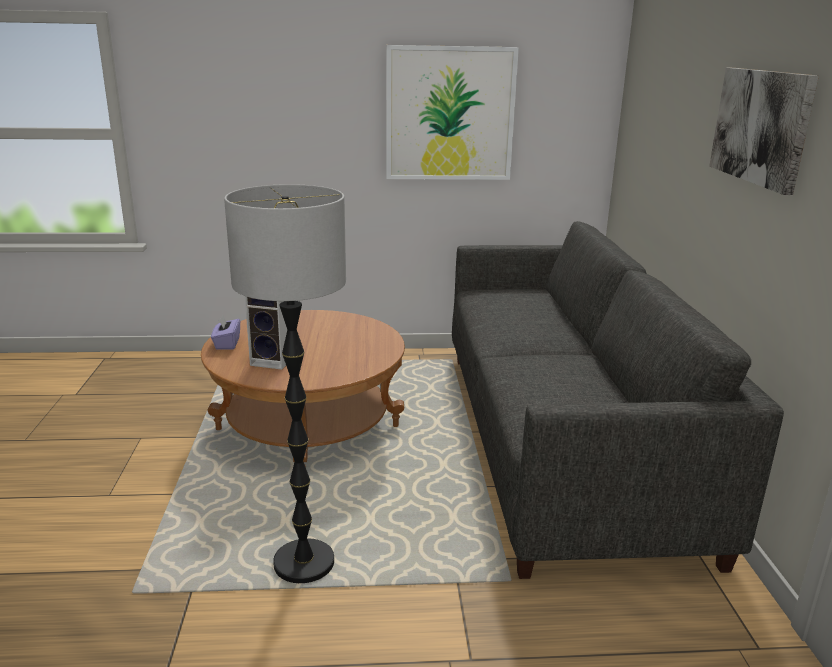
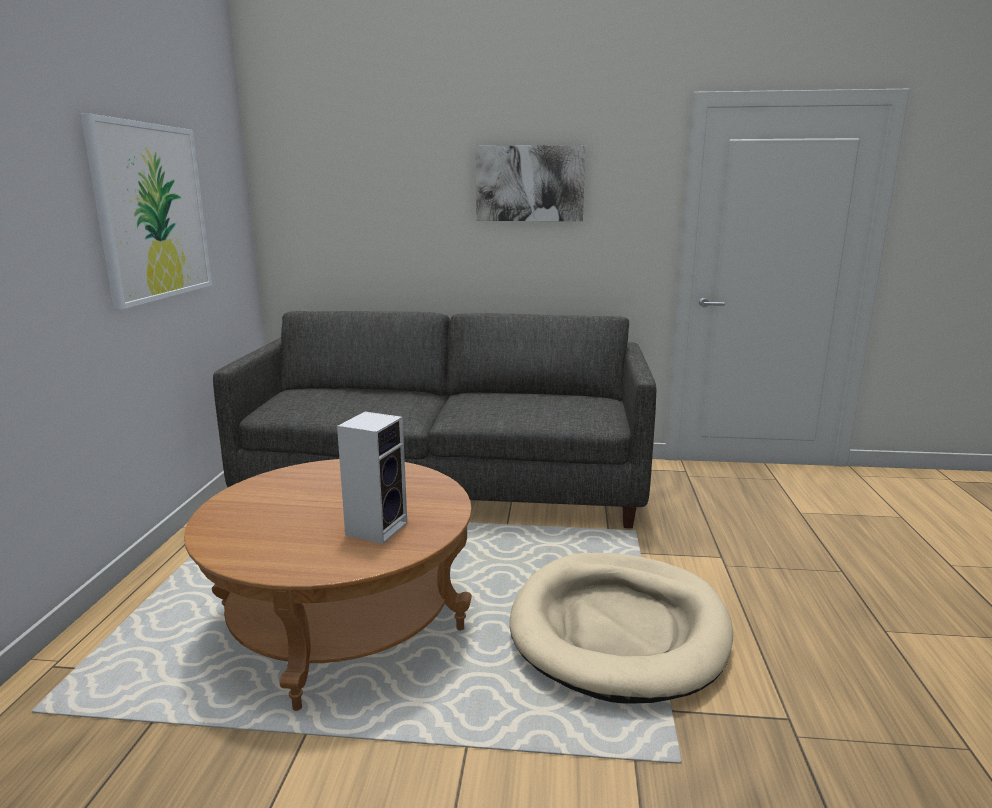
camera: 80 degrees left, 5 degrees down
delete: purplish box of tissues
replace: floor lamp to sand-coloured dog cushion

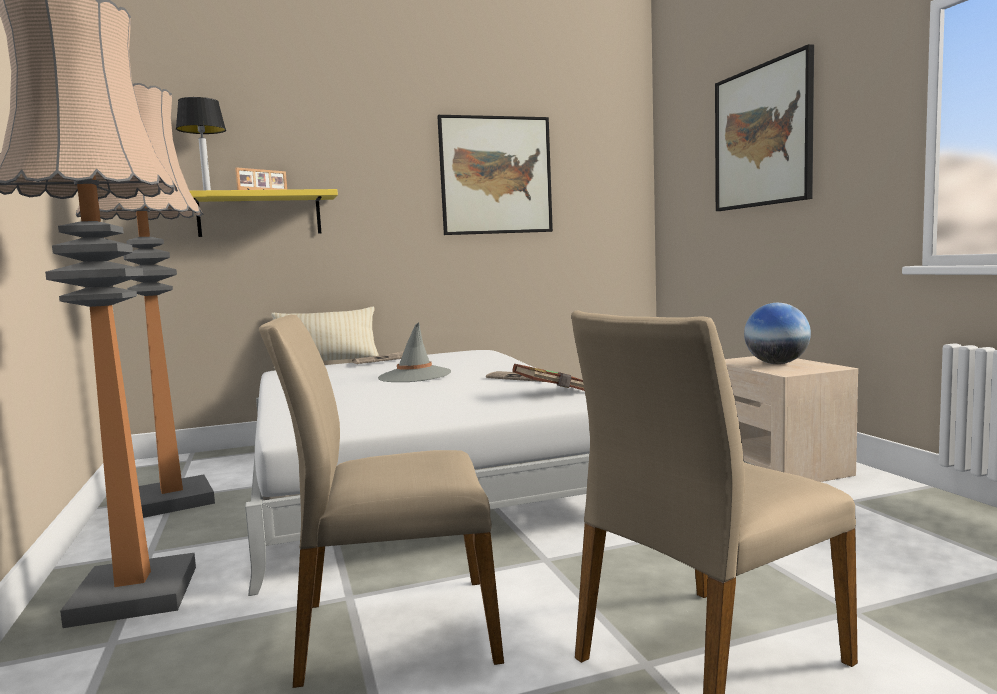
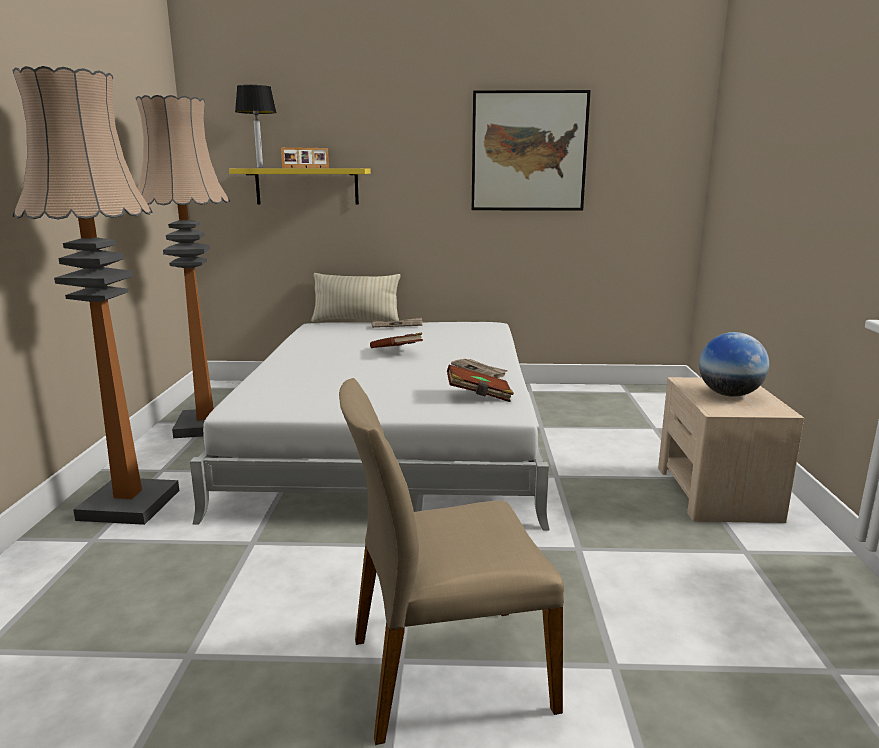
camera: 20 degrees right, 10 degrees up
delete: wall picture (2nd from left); sand-coloured chair (1st from left)
replace: greyish hat to brown bound book (1st from left)

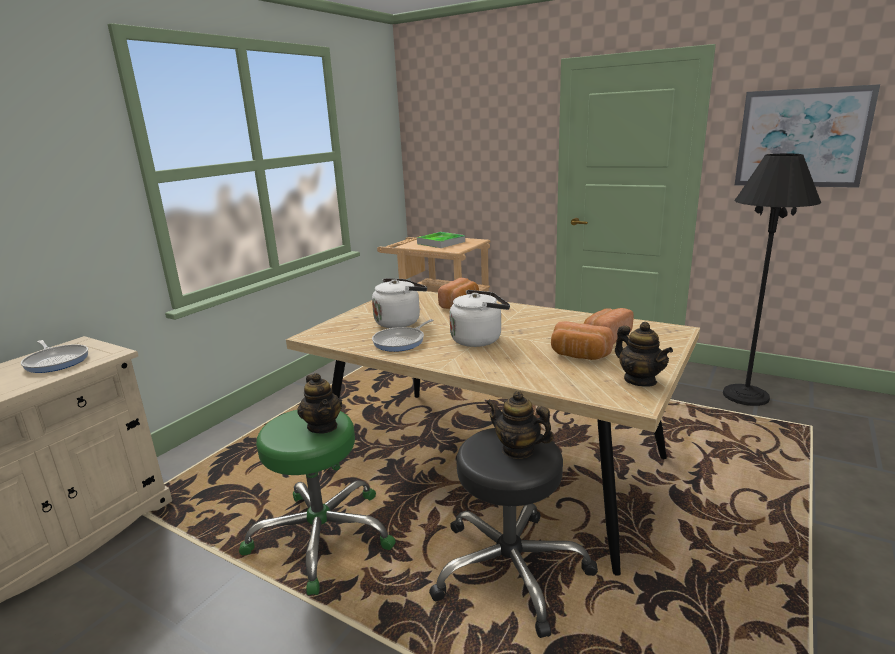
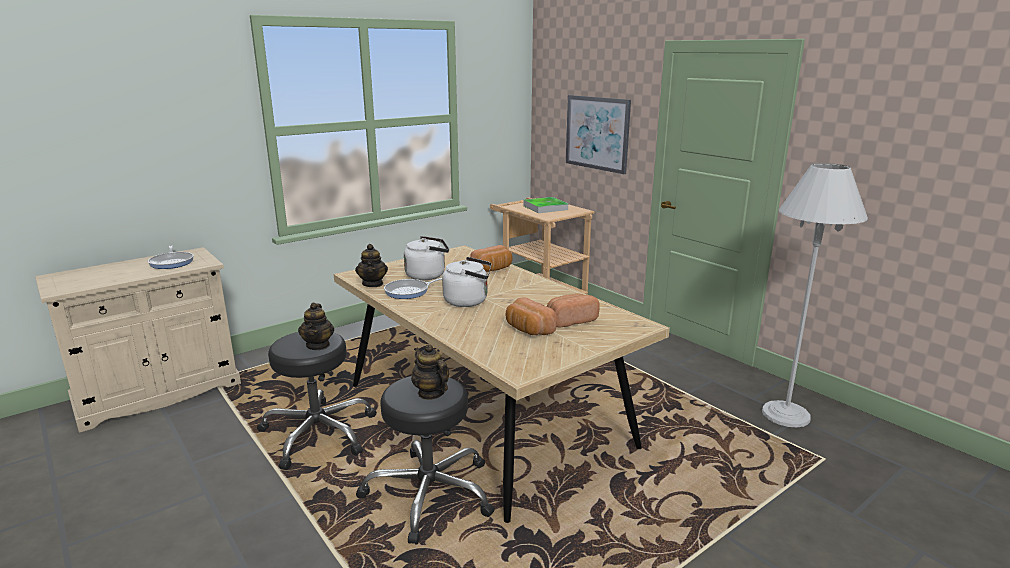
camera: 20 degrees right, 0 degrees up
move: wall picture; pot for tea (3rd from left in the first image) to pot for tea (2nd from left)
recolor: blackish floor lamp to white floor lamp; green sitting stool to blackish sitting stool (1st from left)

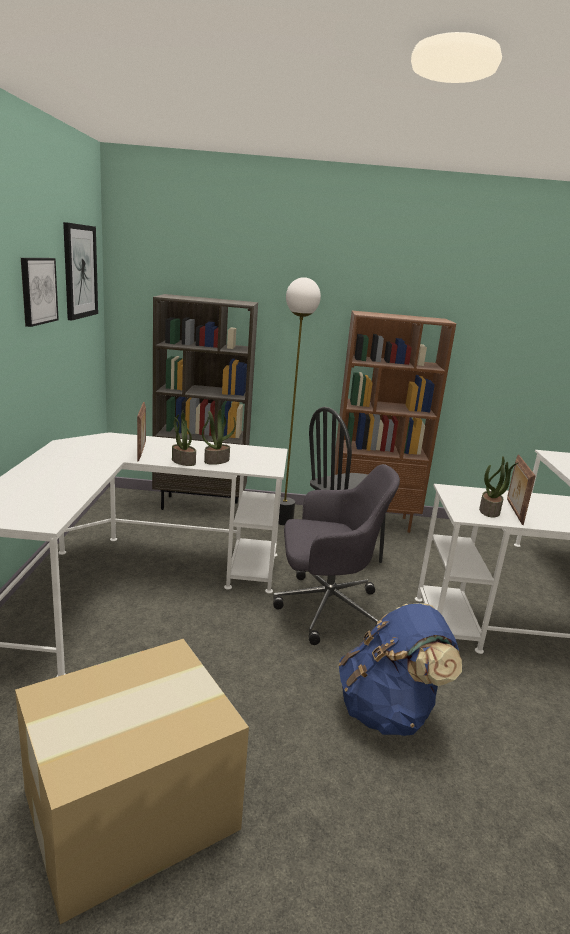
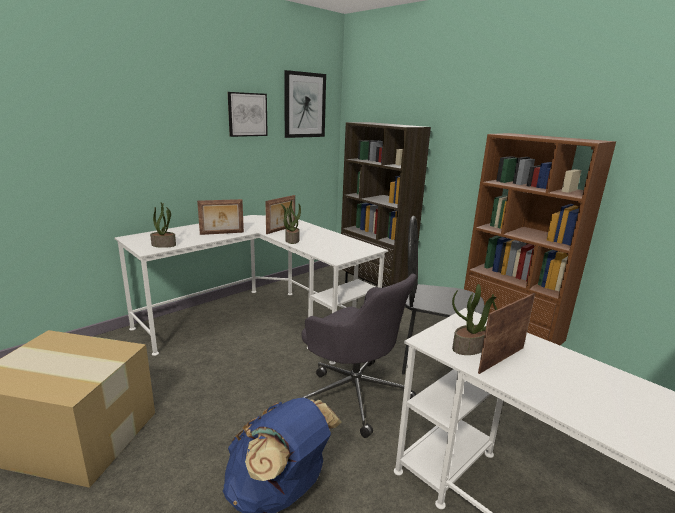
camera: 45 degrees right, 0 degrees up
delete: floor lamp
insert: standing frame (1st from left)
move: potted plant (2nd from left in the first image) to potted plant (1st from left)

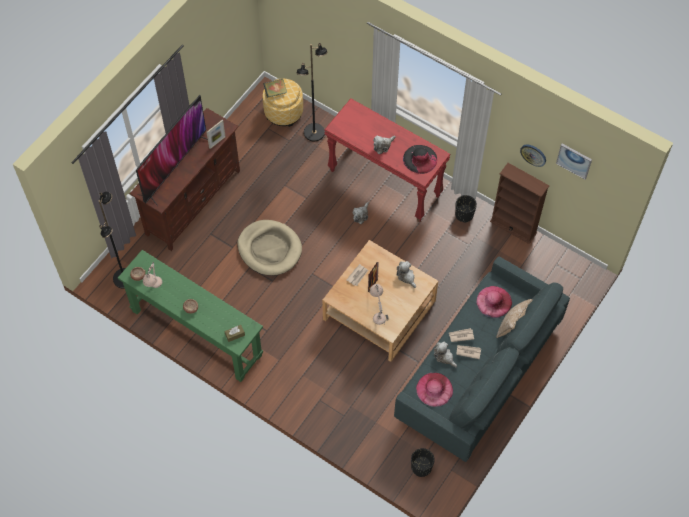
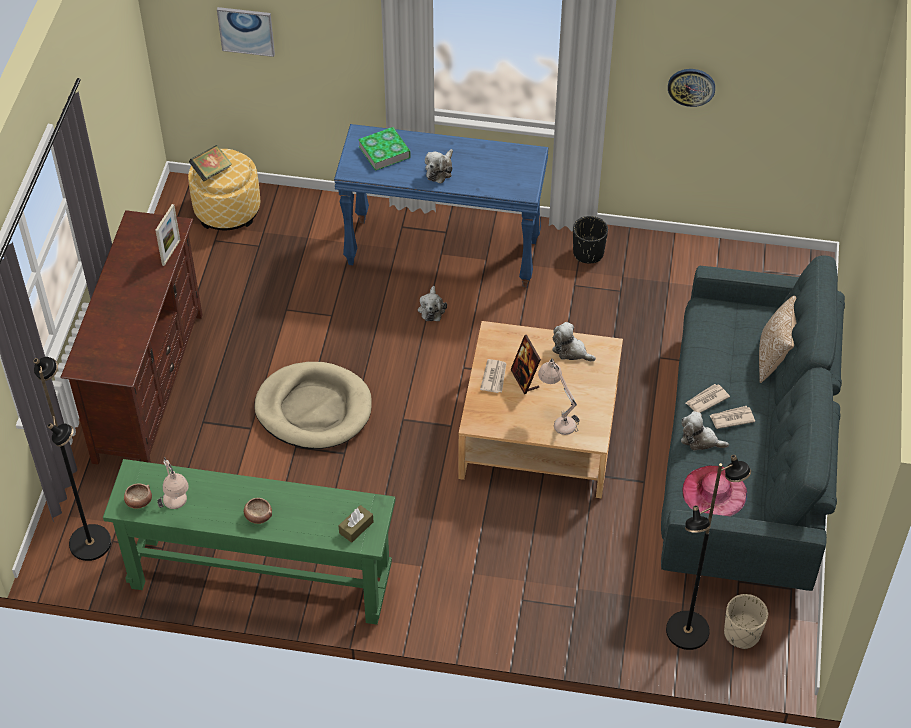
camera: 25 degrees left, 10 degrees down
delete: TV set; blackish hat; brown bookcase; pink-coloured hat (2nd from left)
insert: bound book (2nd from left)
move: blackish floor lamp (2nd from left); wall picture
recolor: red hall table to blue-coloured hall table; blackish plant pot (1st from left) to sand-coloured plant pot

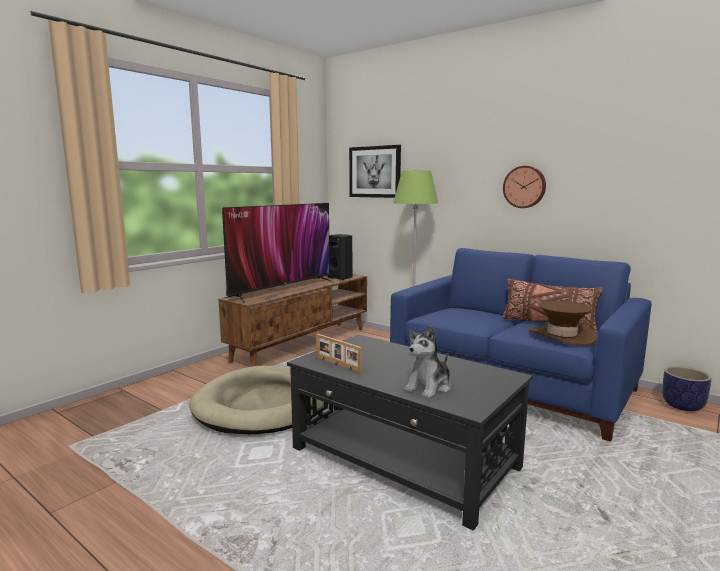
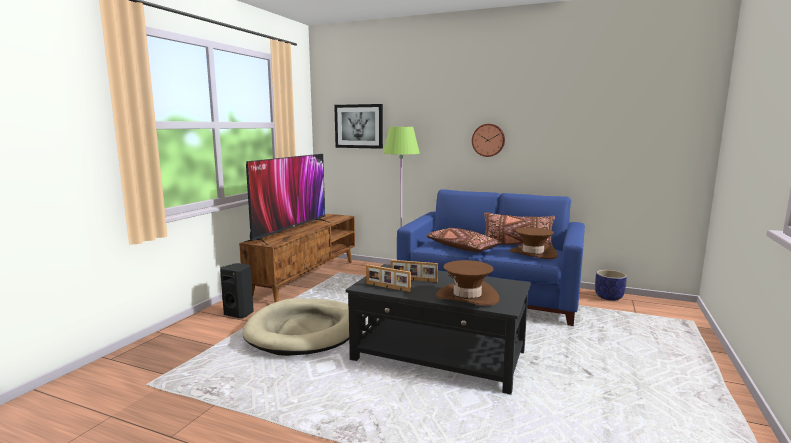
camera: 15 degrees left, 0 degrees up
insert: brown cushion (1st from left); standing frame (2nd from left)
move: blackish audio speaker
replace: cuddly toy to brown hat (1st from left)

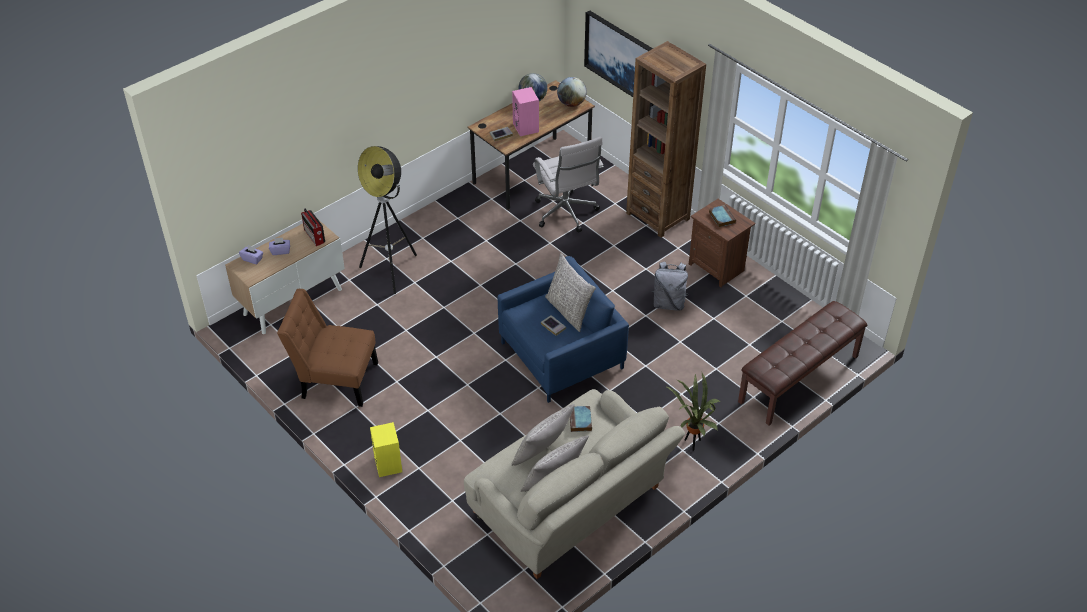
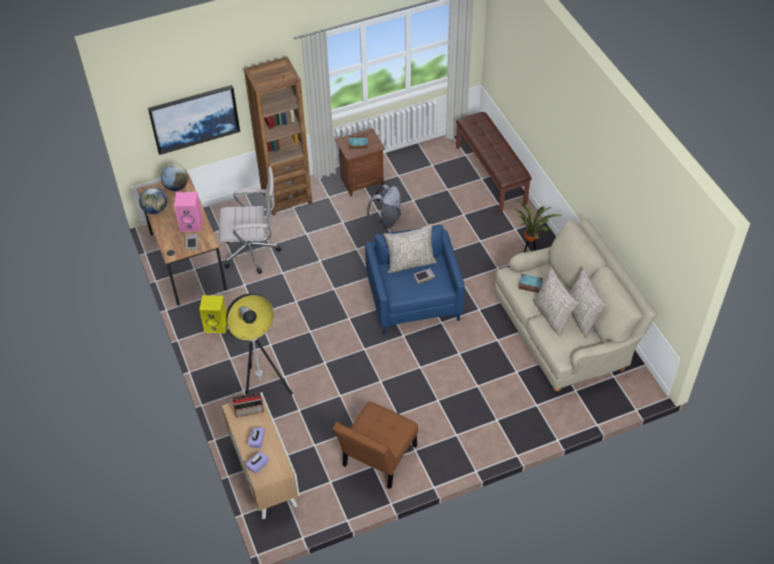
camera: 70 degrees left, 5 degrees up
move: yellow-coloured audio speaker

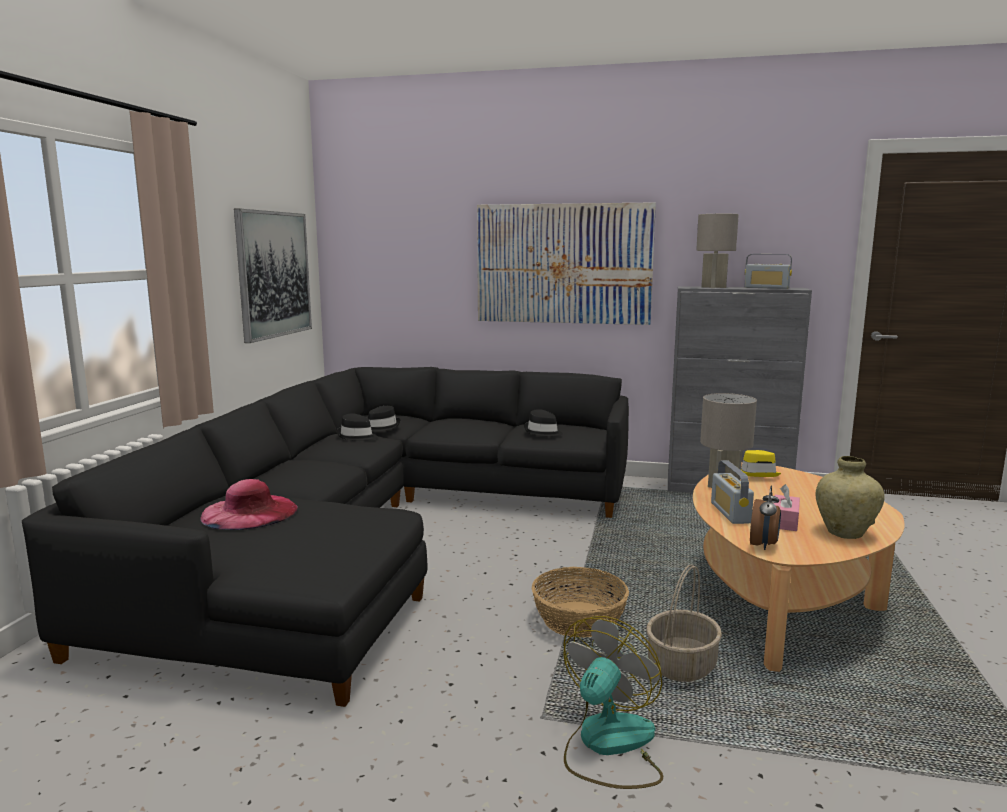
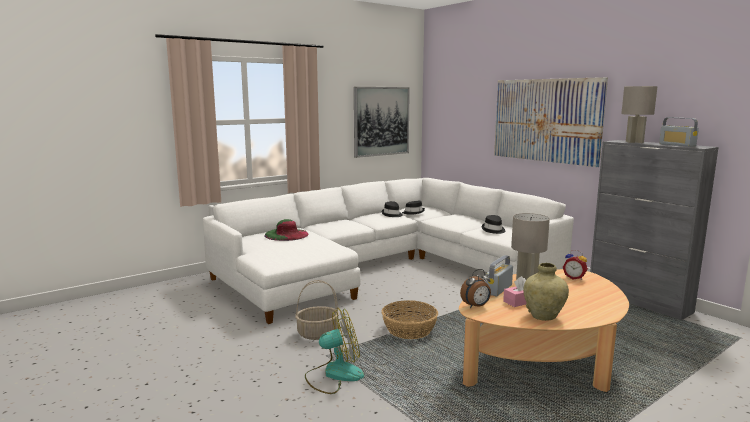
camera: 40 degrees right, 0 degrees up
move: storage basket (2nd from left in the first image) to storage basket (1st from left)
replace: yellow-coloured hat to table clock (2nd from left)
recolor: blackish couch to white couch; pink-coloured hat to green hat

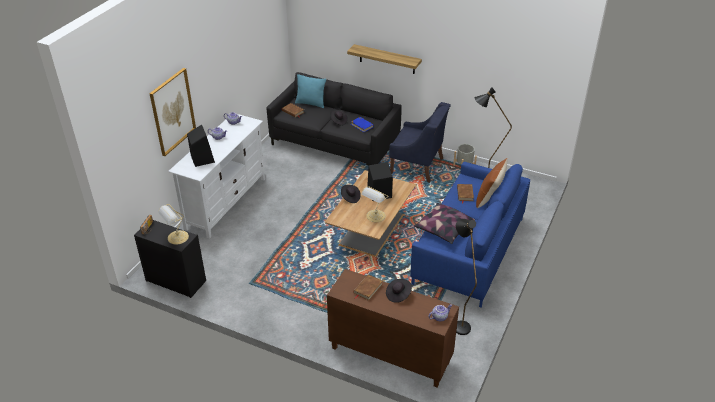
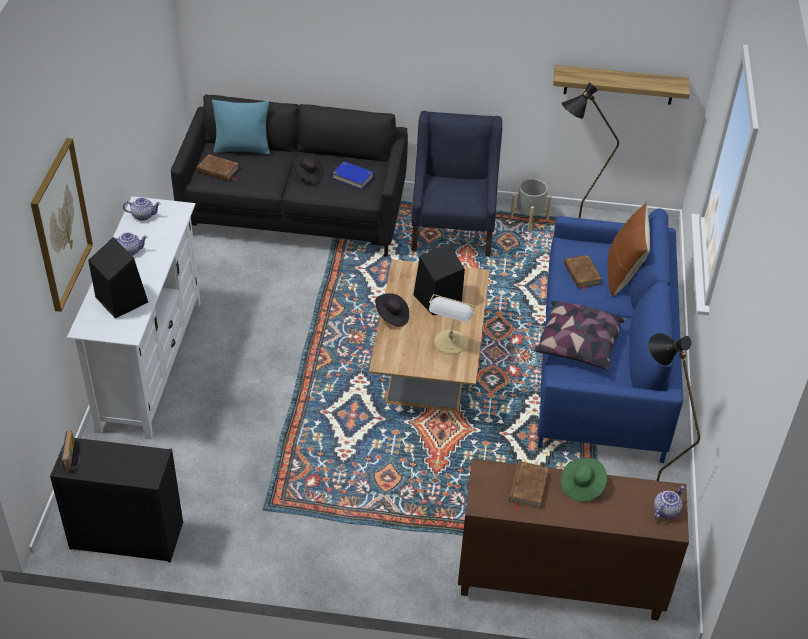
camera: 20 degrees left, 5 degrees up
delete: table lamp (1st from left)
move: shelf
recolor: blackish hat (3rd from left) to green hat
rotate: blue-coloured lounge chair 90 degrees counterclockwise

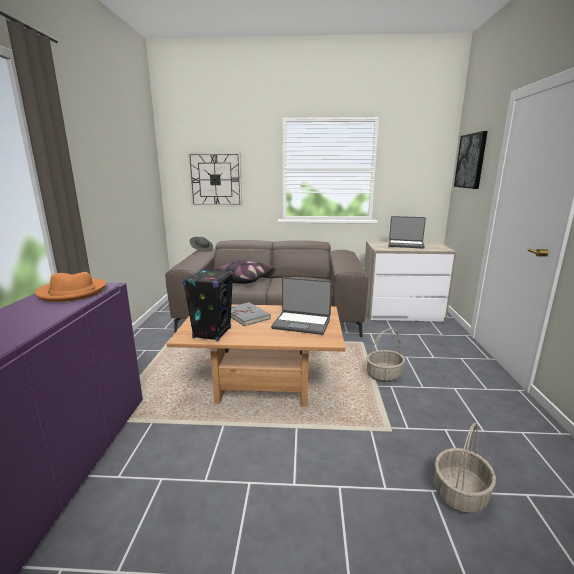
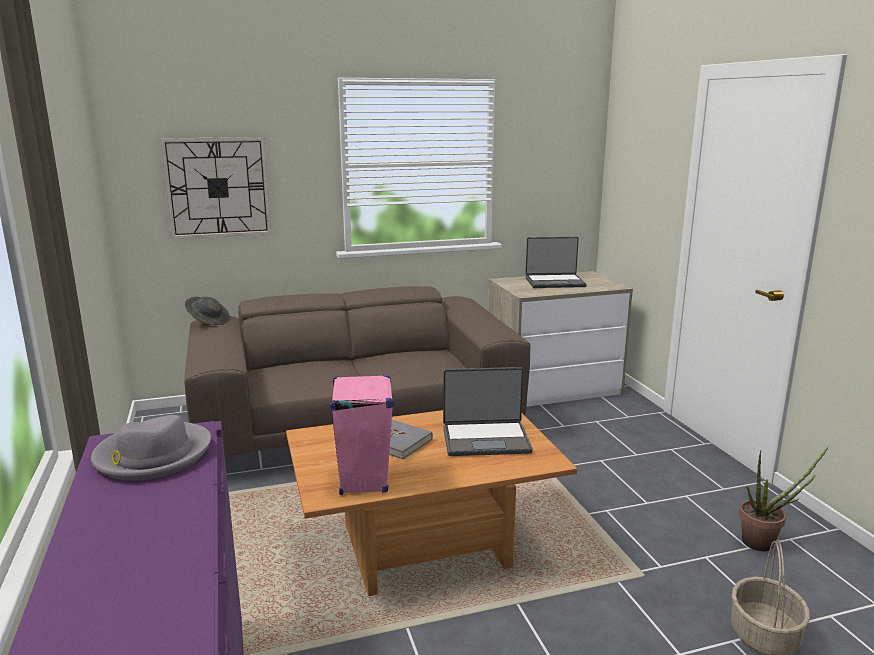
camera: 20 degrees left, 0 degrees up
delete: wall picture; cushion; storage basket (1st from left)
insert: potted plant
recolor: blackish audio speaker to pink-coloured audio speaker; orange hat to greyish hat (1st from left)

